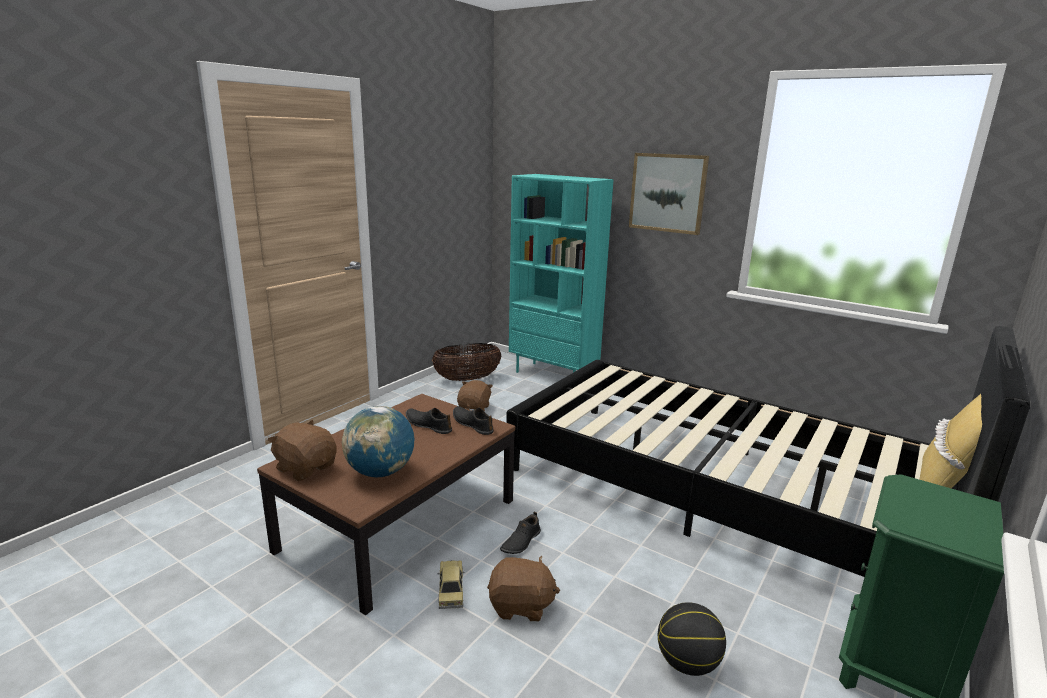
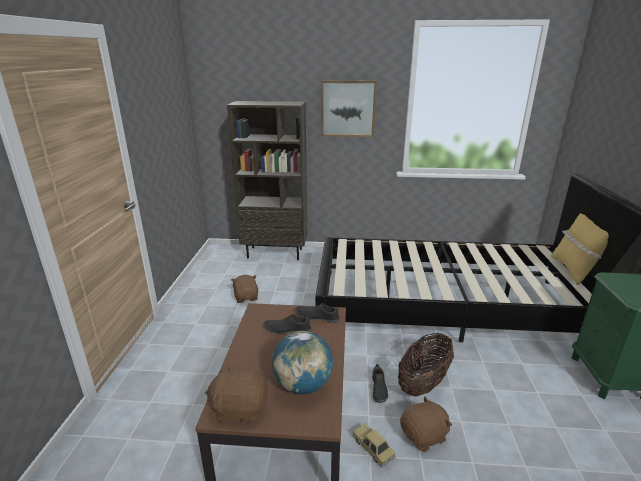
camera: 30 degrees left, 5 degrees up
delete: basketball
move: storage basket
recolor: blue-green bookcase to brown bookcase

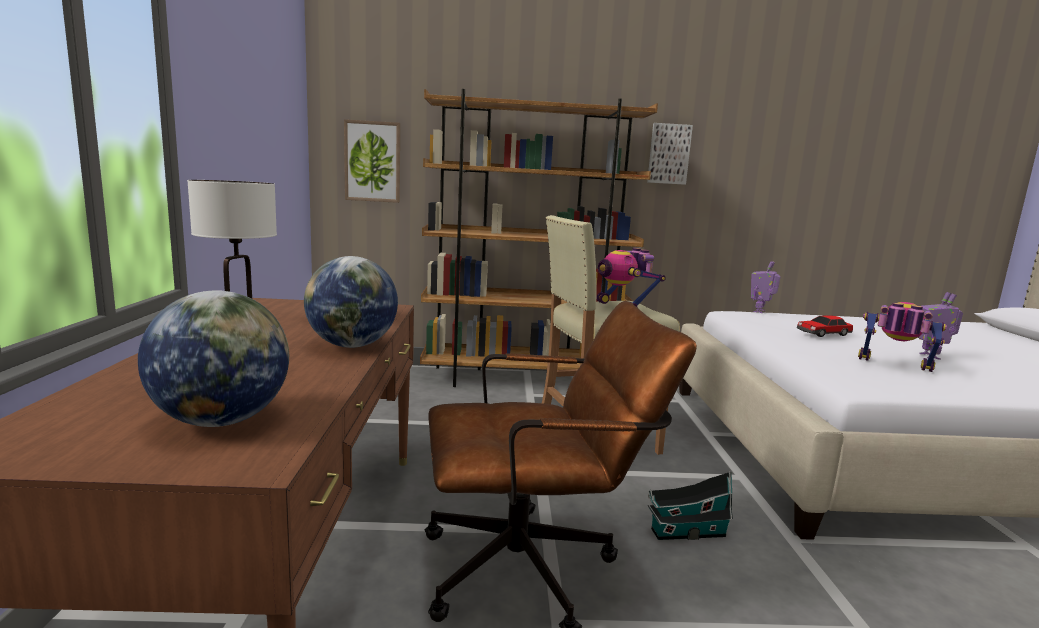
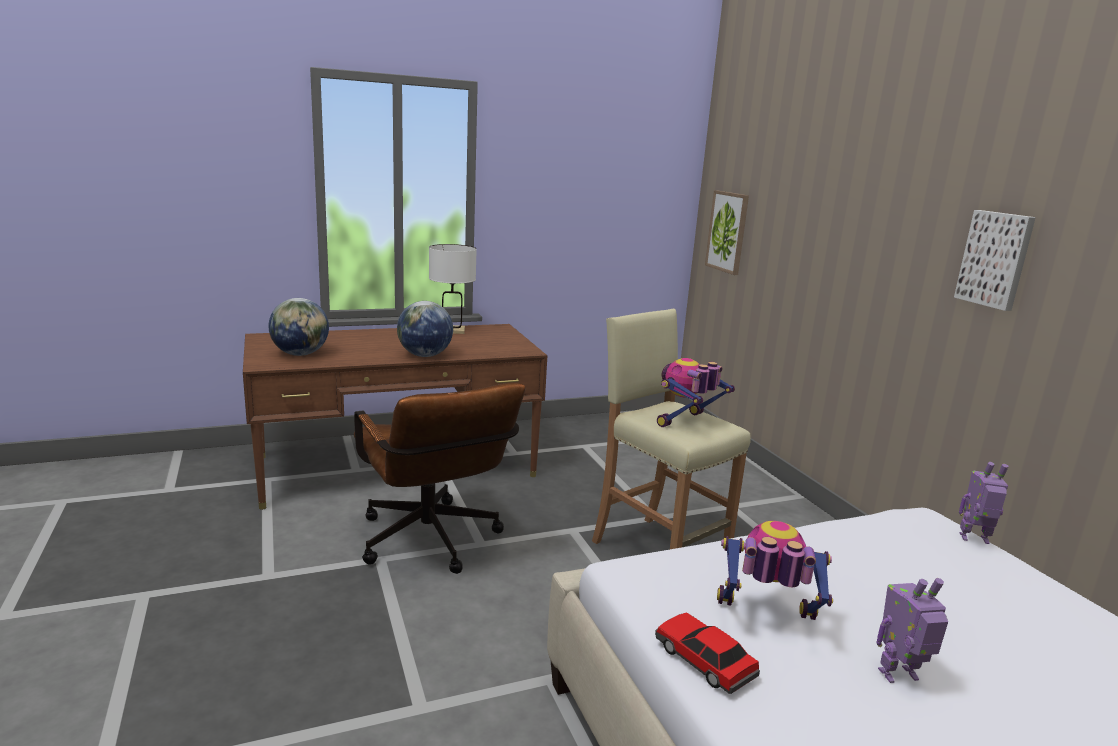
camera: 70 degrees right, 5 degrees up
delete: brown bookcase; miniature house
move: miniature car
rotate: toy robot (3rd from left in the first image) 90 degrees counterclockwise

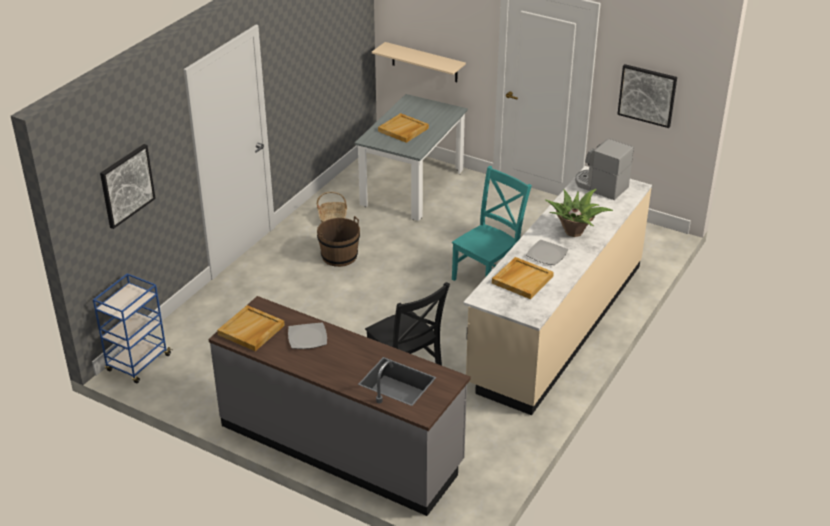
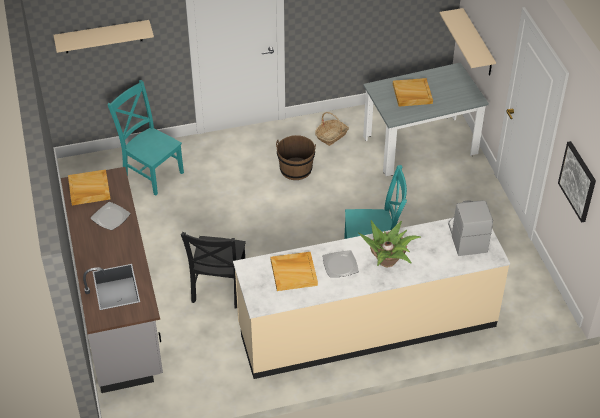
camera: 45 degrees right, 10 degrees up
delete: blue-coloured wheeled cart
insert: blue-green chair (1st from left)
replace: wall picture (1st from left) to sand-coloured shelf (1st from left)

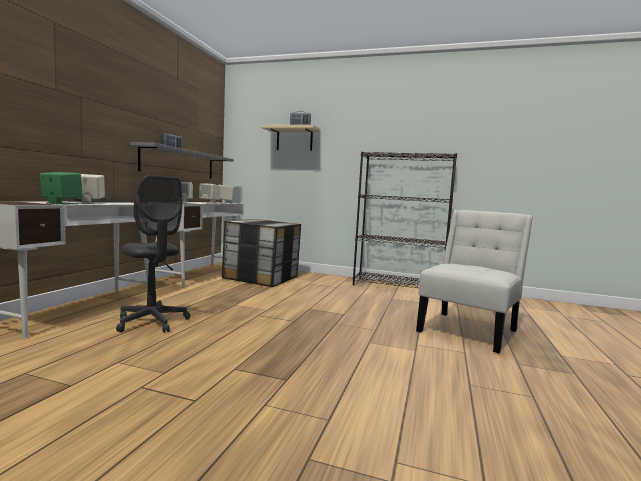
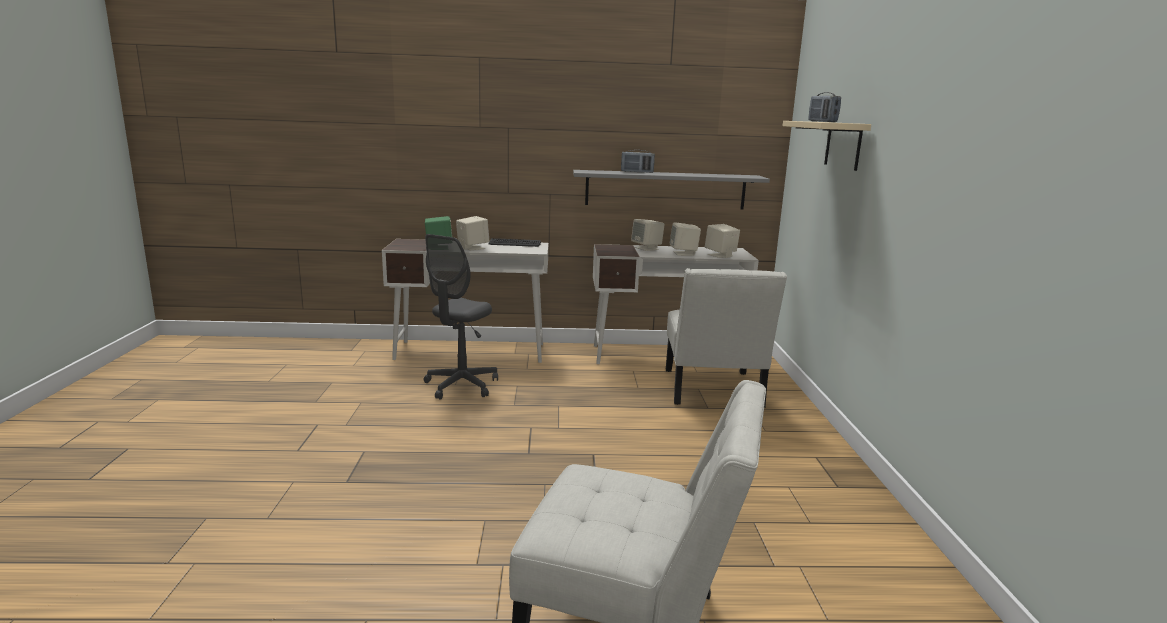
camera: 70 degrees right, 10 degrees up
delete: blackish bookcase
replace: storage container to white chair (2nd from left)

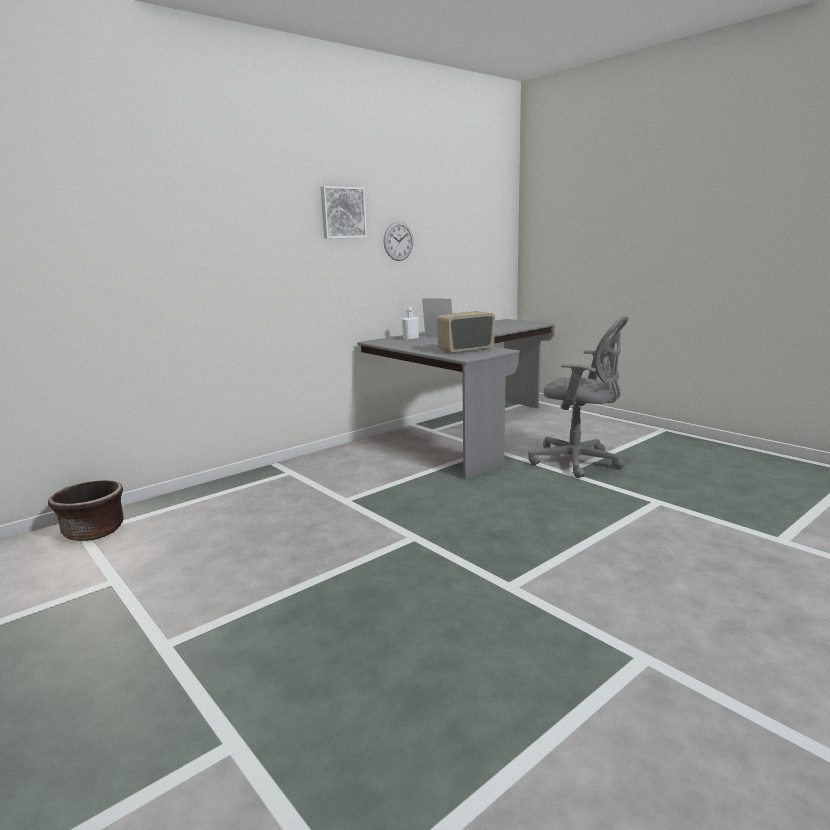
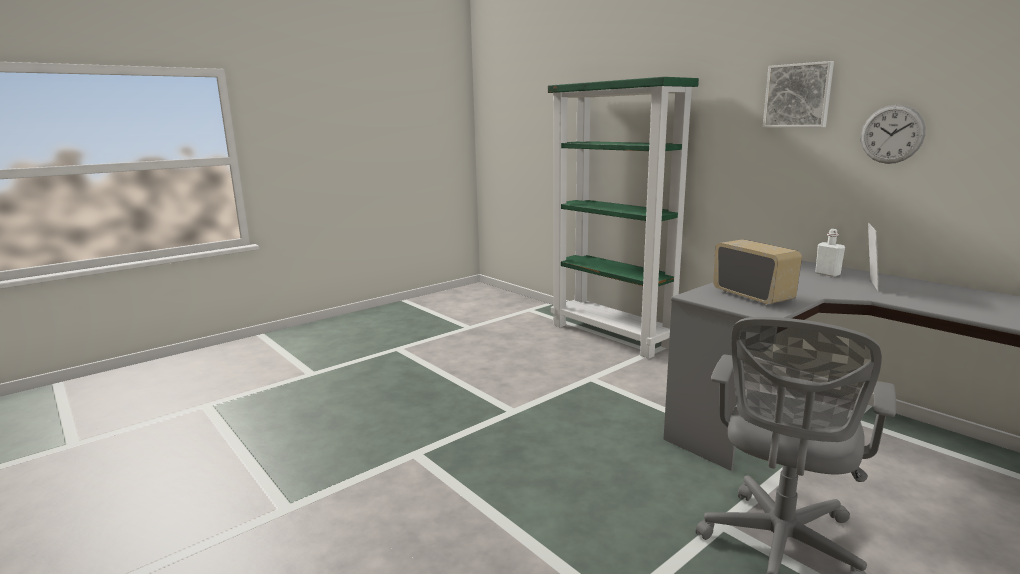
camera: 90 degrees right, 0 degrees up
delete: brown plant pot
insert: green bookcase

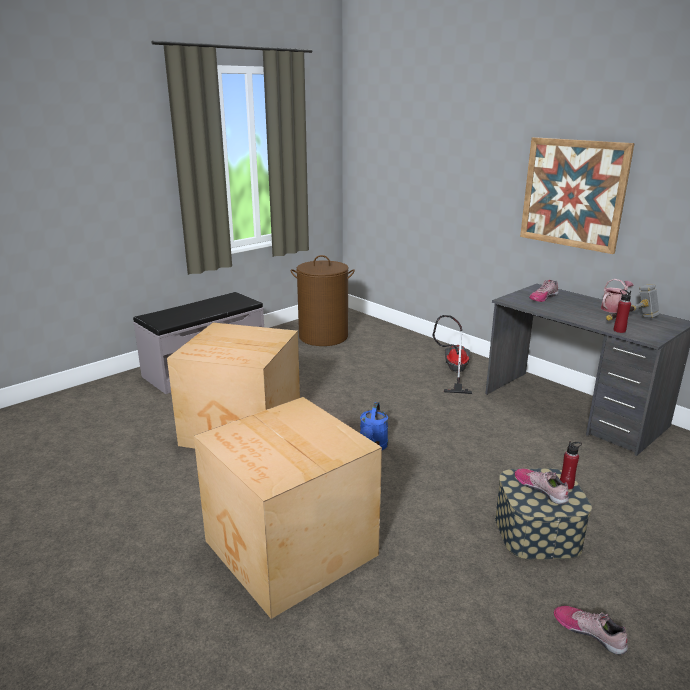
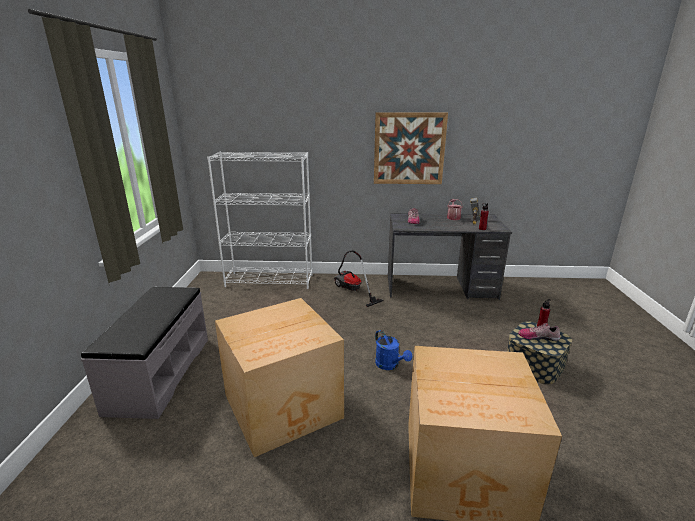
camera: 45 degrees left, 0 degrees up
delete: brown laundry basket; low shoe (3rd from left)
insert: white bookcase

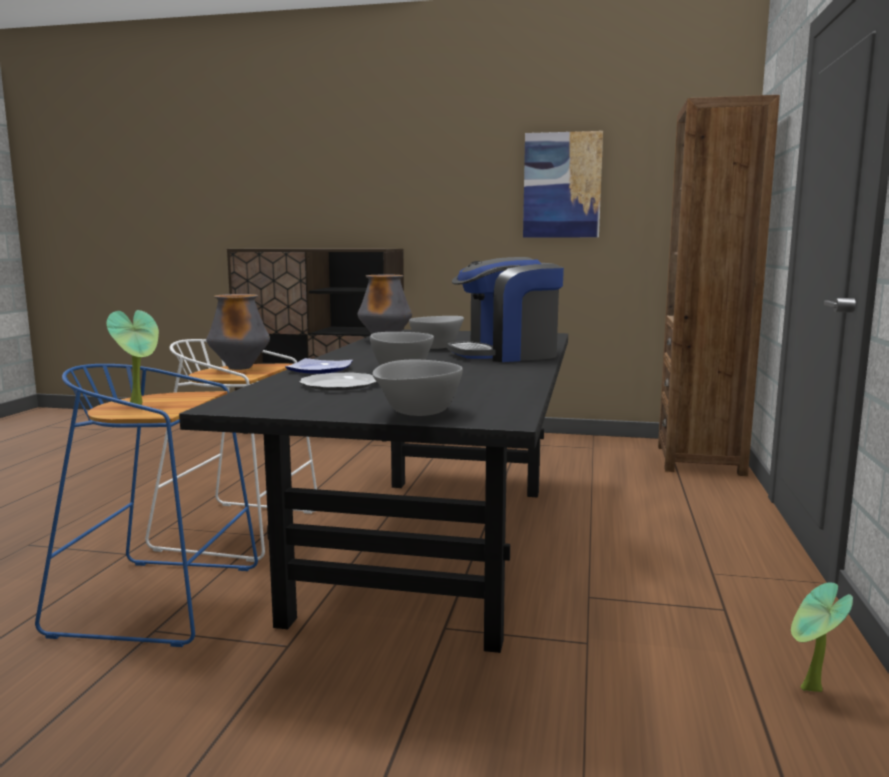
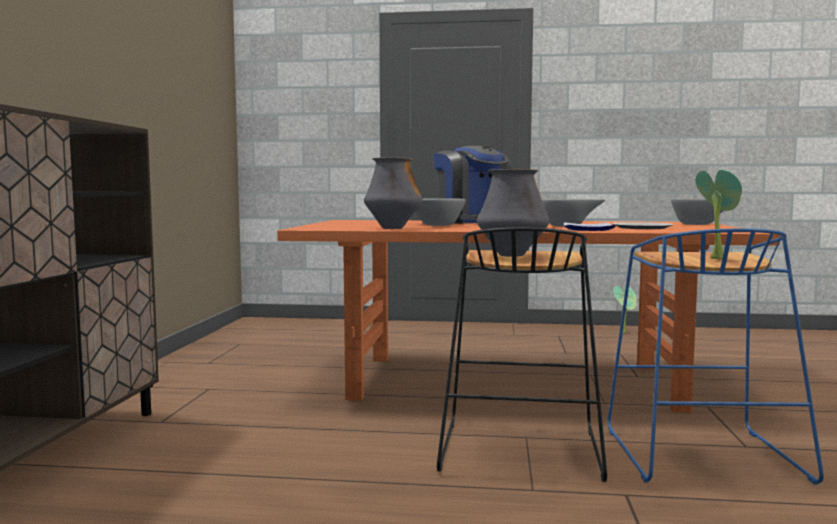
camera: 95 degrees left, 5 degrees down
delete: brown bookcase; wall picture
recolor: blackish dinner table to orange dinner table; white sitting stool to blackish sitting stool

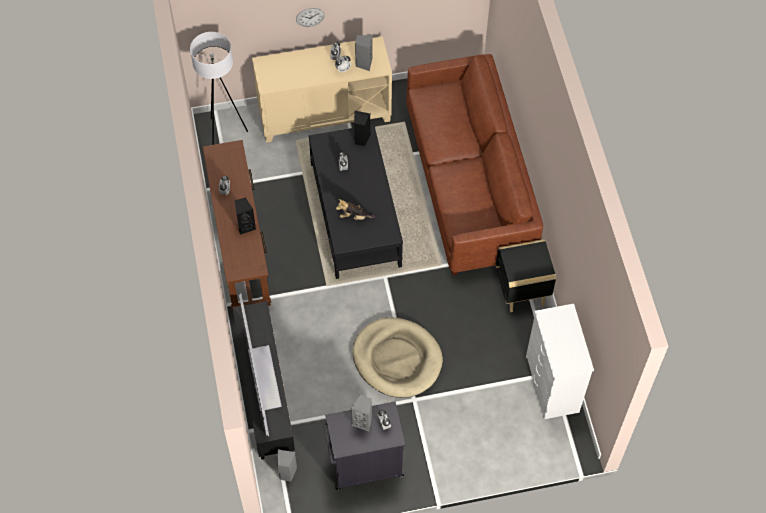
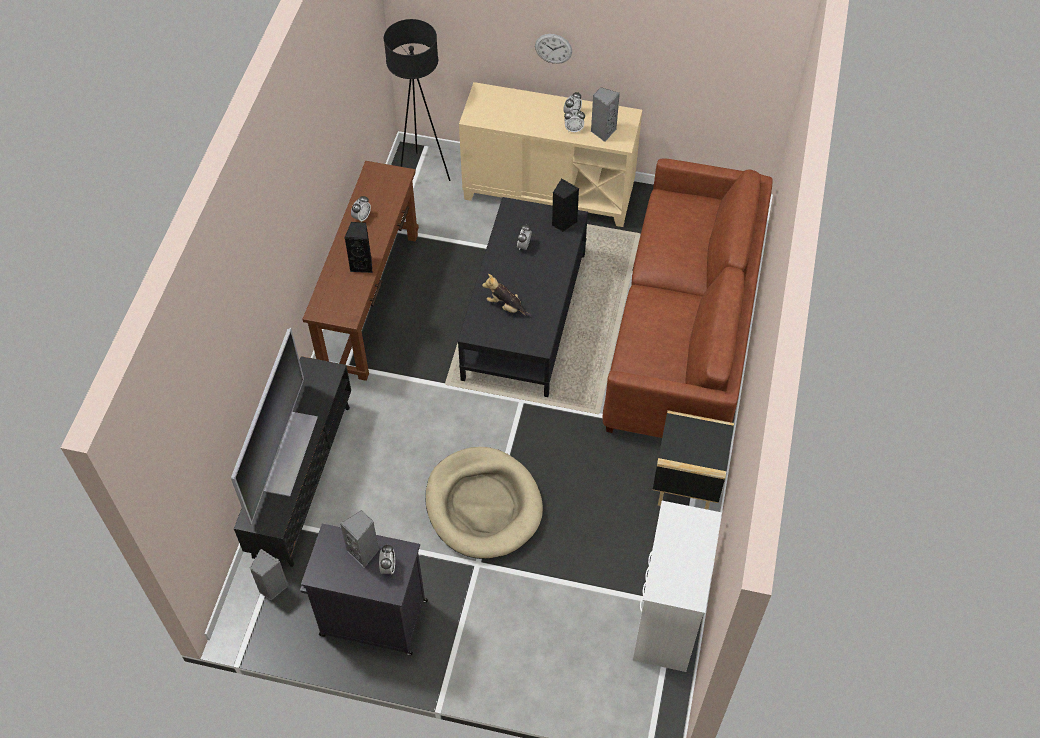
camera: 25 degrees right, 5 degrees down
recolor: white floor lamp to blackish floor lamp

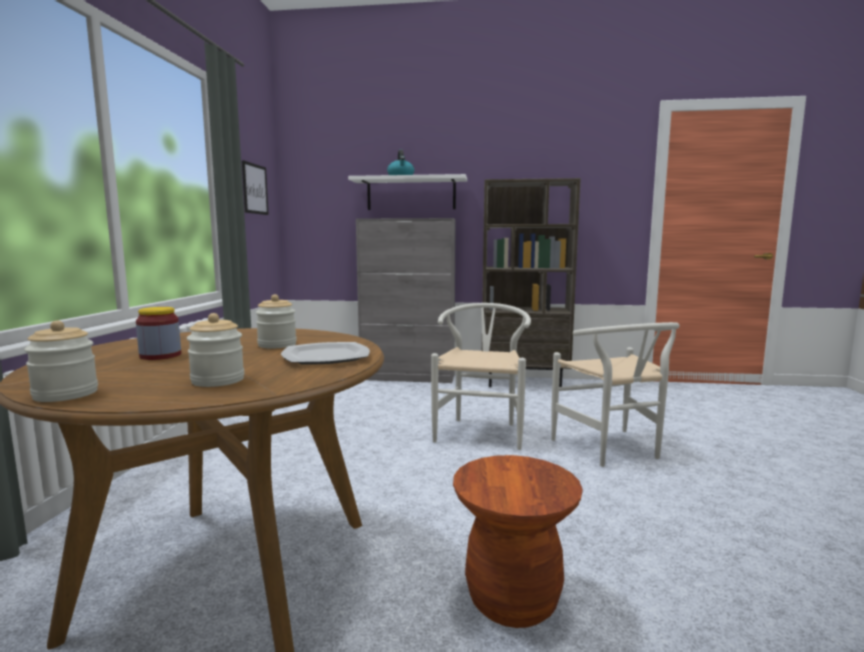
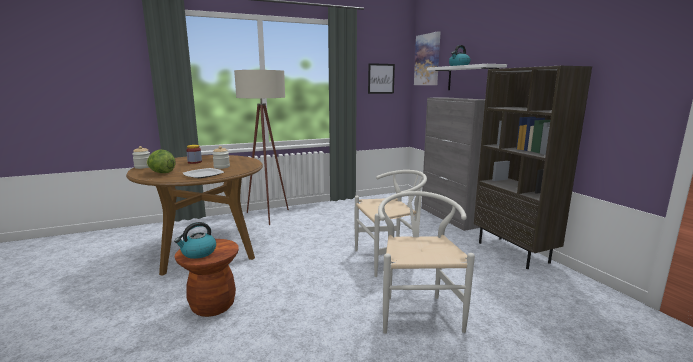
camera: 60 degrees right, 5 degrees up
insert: wall picture (2nd from left); sand-coloured floor lamp; water kettle (1st from left)
replace: preserve jar (3rd from left) to lettuce head
rotate: white chair (2nd from left) 135 degrees clockwise

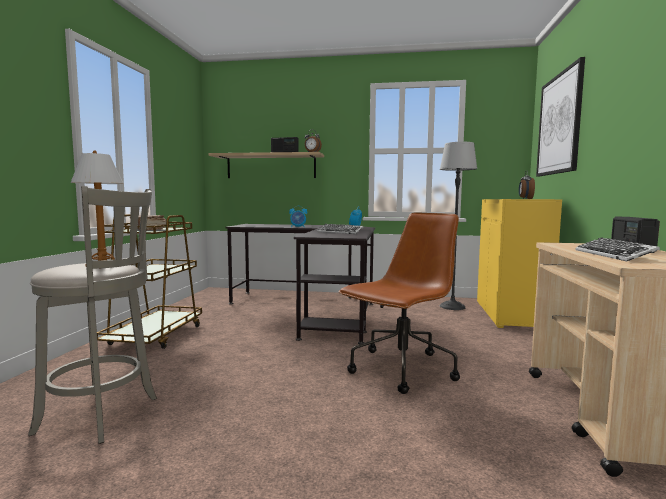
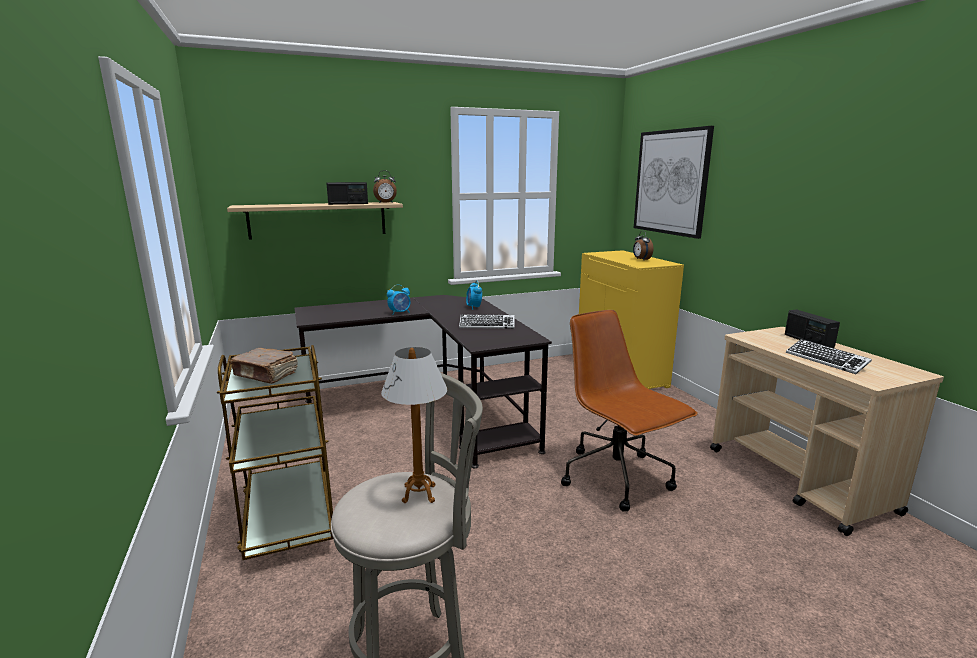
camera: 30 degrees left, 10 degrees up
delete: floor lamp
rotate: brown office chair 45 degrees counterclockwise

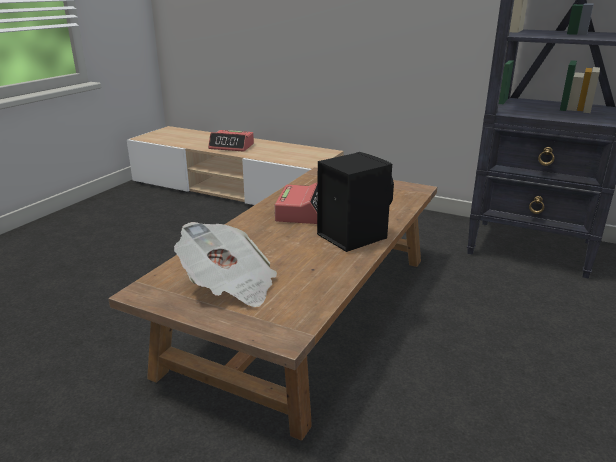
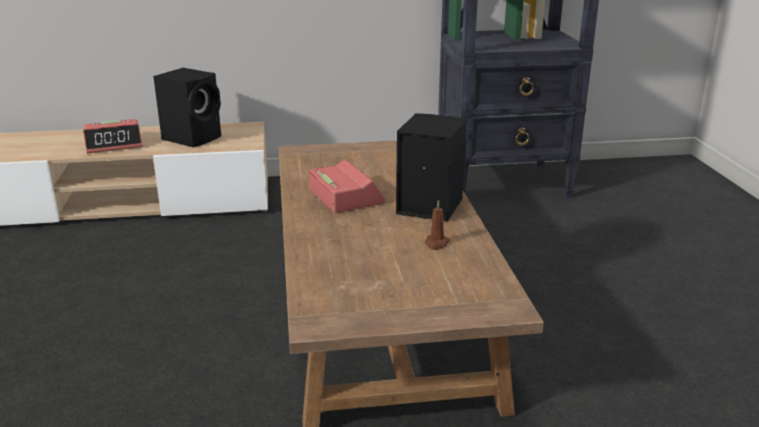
camera: 35 degrees left, 0 degrees up
delete: newspaper
insert: blackish audio speaker (1st from left); brown candle

